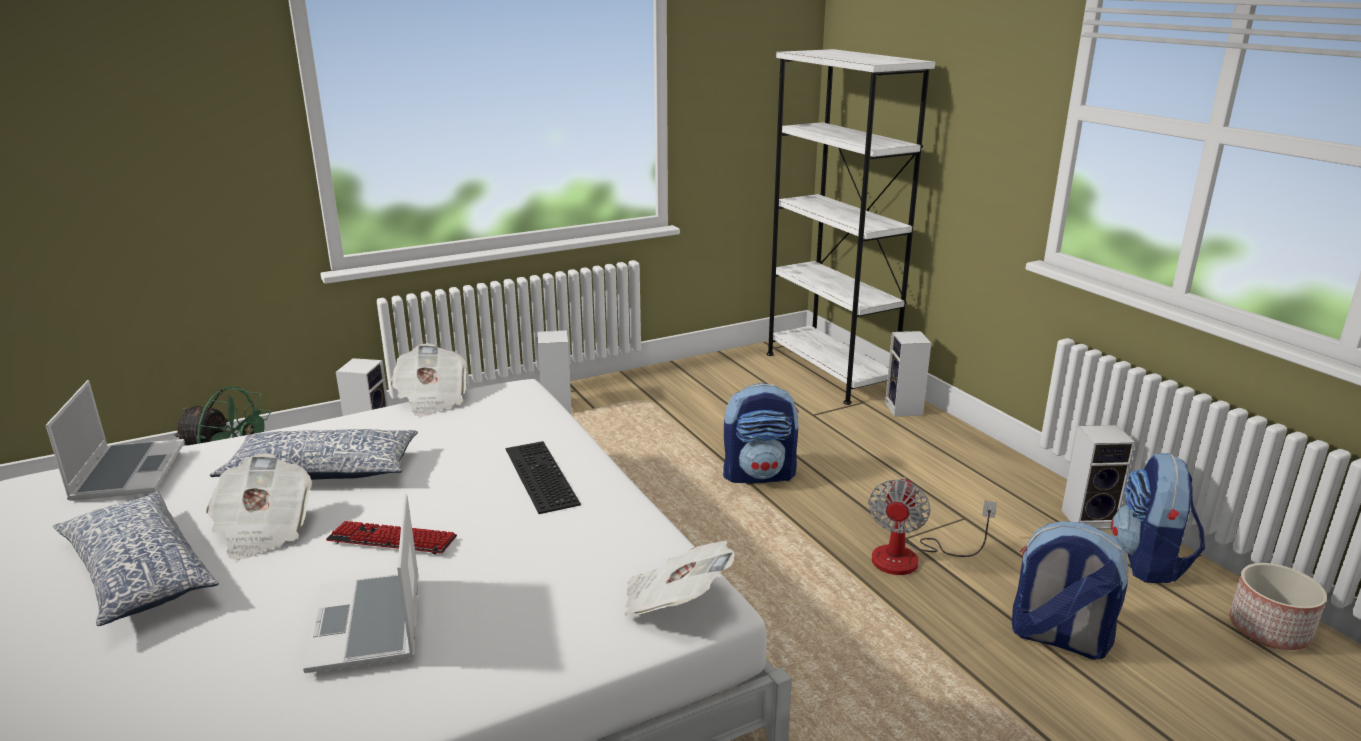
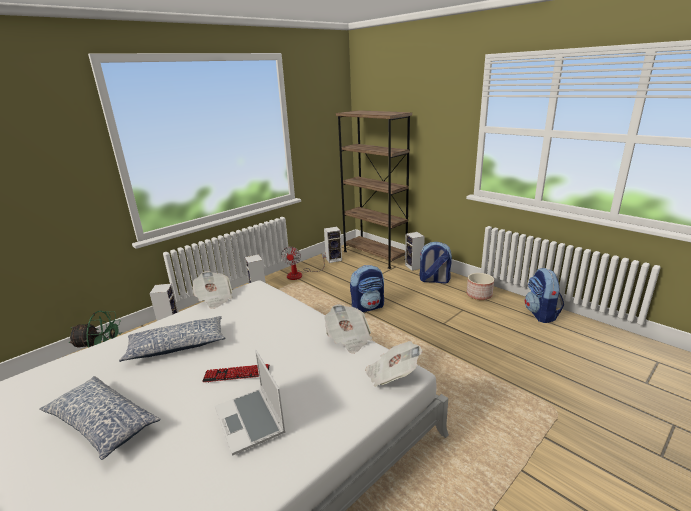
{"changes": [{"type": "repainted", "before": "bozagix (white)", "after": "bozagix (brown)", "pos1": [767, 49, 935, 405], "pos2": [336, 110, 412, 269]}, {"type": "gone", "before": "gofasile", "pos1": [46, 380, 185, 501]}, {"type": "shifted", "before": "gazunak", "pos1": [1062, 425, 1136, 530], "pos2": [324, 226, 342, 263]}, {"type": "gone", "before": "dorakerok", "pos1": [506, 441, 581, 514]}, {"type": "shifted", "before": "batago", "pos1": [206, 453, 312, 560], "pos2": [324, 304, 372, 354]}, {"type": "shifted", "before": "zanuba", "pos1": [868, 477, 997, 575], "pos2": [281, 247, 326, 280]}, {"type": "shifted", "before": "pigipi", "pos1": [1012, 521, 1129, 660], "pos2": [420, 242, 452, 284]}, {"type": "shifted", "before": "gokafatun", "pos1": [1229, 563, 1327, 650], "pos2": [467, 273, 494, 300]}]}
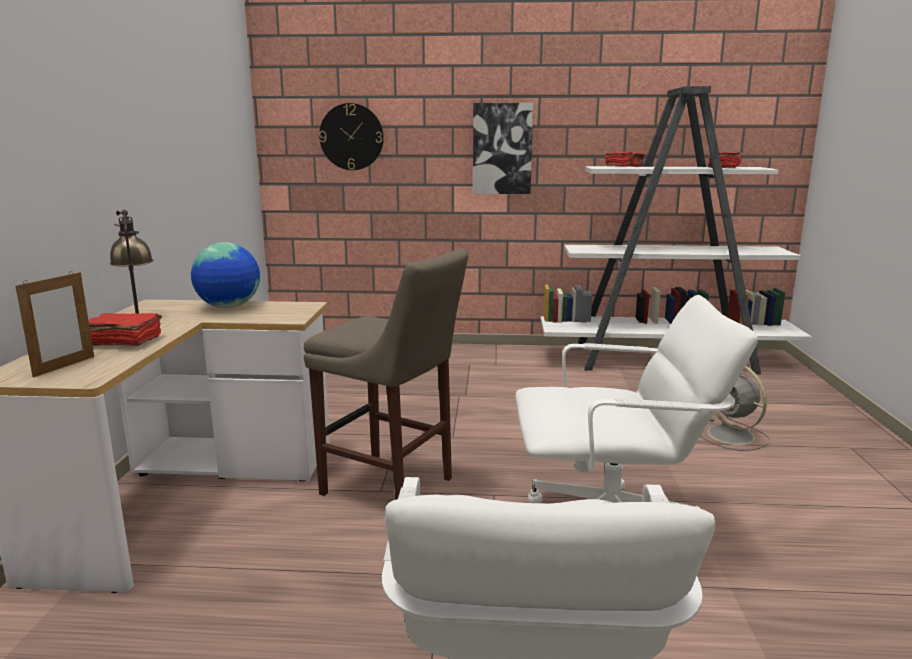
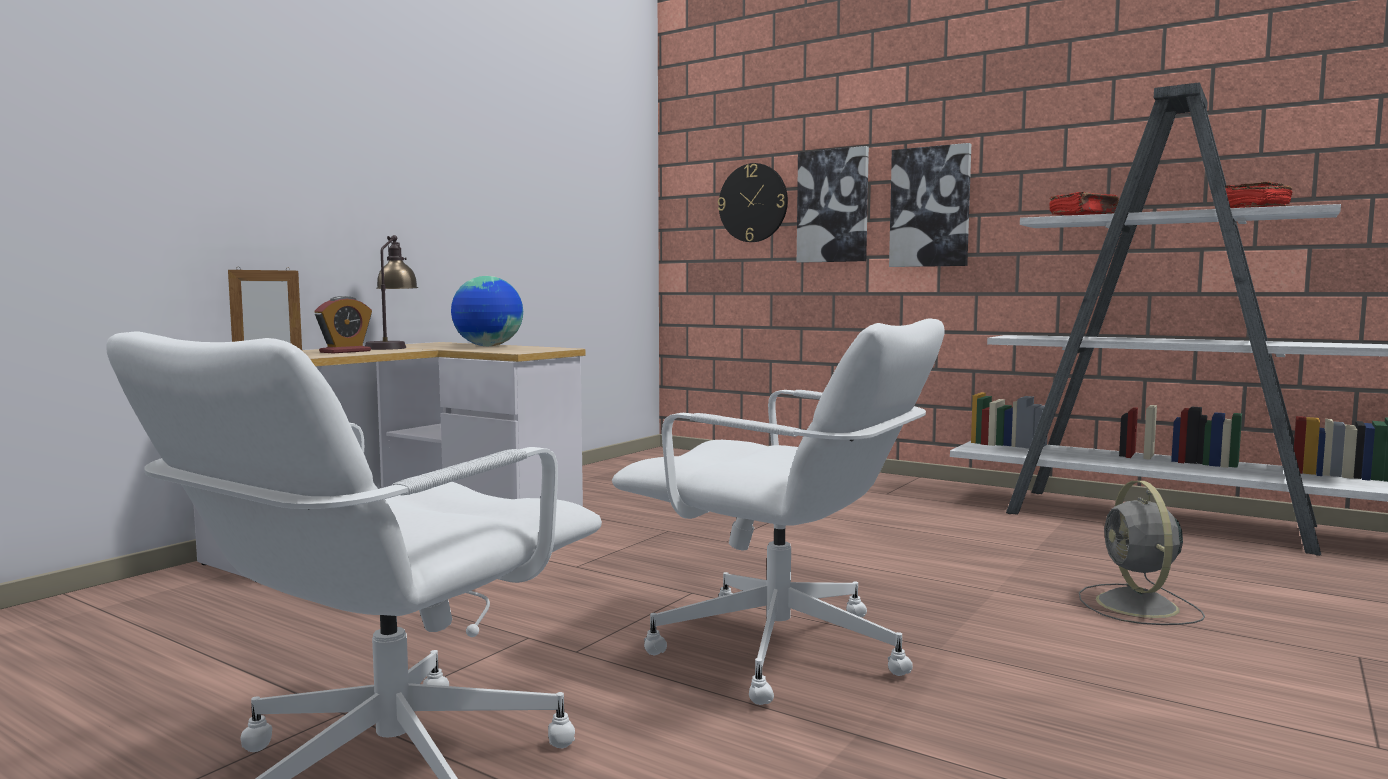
{"changes": [{"type": "gone", "before": "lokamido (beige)", "pos1": [304, 249, 468, 500]}, {"type": "swapped", "before": "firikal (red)", "after": "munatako", "pos1": [88, 313, 162, 346], "pos2": [314, 296, 372, 353]}, {"type": "new", "after": "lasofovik", "pos2": [797, 146, 869, 263]}]}
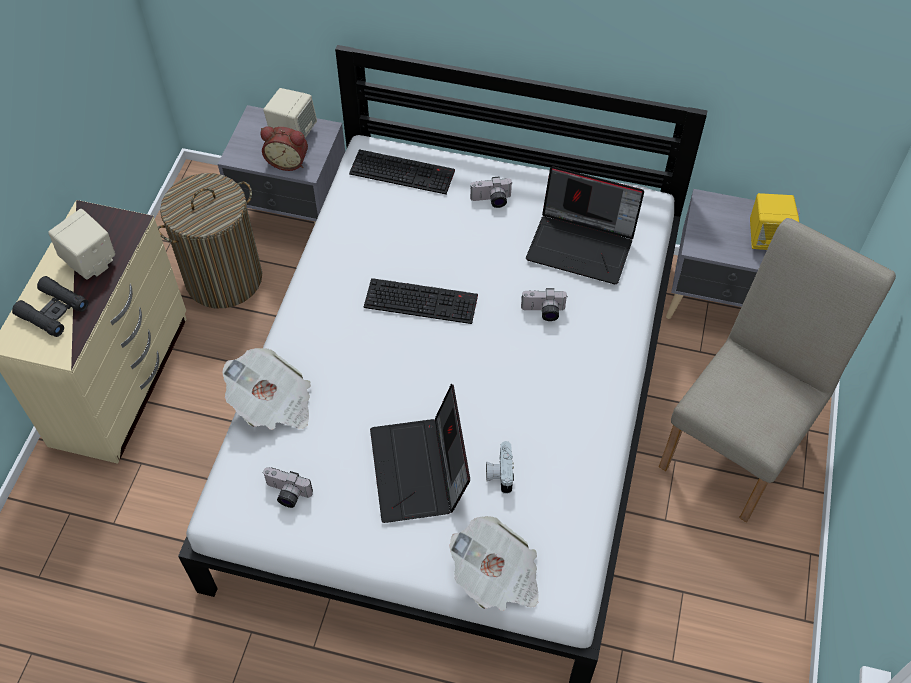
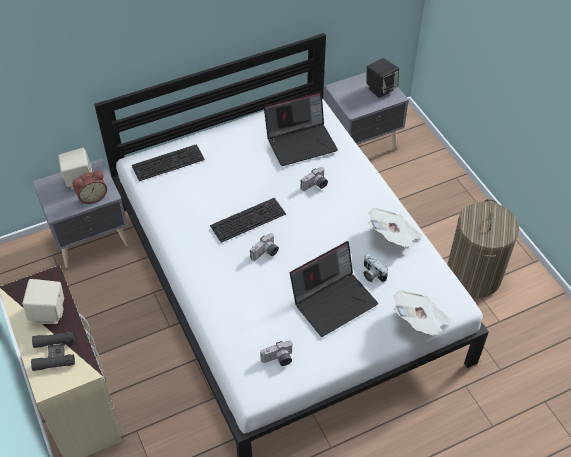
{"changes": [{"type": "shifted", "before": "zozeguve", "pos1": [158, 173, 262, 308], "pos2": [447, 199, 519, 298]}, {"type": "shifted", "before": "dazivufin", "pos1": [470, 177, 513, 208], "pos2": [250, 233, 279, 261]}, {"type": "repainted", "before": "gazunak (yellow)", "after": "gazunak (black)", "pos1": [750, 193, 799, 250], "pos2": [366, 58, 399, 98]}, {"type": "gone", "before": "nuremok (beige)", "pos1": [659, 218, 896, 522]}, {"type": "shifted", "before": "batago", "pos1": [222, 348, 311, 430], "pos2": [368, 208, 422, 248]}, {"type": "rotated", "before": "gofasile", "pos1": [370, 384, 470, 523], "pos2": [290, 241, 378, 337], "turn": -75}]}
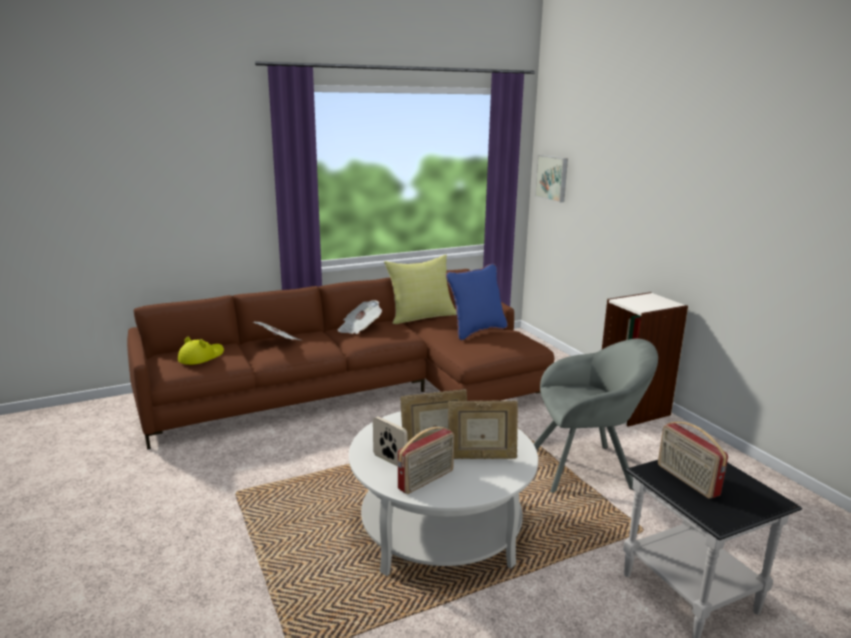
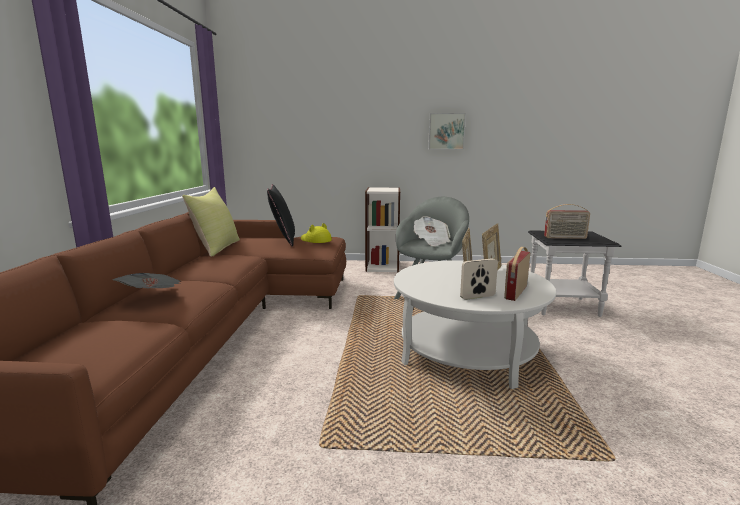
{"changes": [{"type": "shifted", "before": "lasofovik", "pos1": [535, 155, 568, 202], "pos2": [428, 113, 466, 150]}, {"type": "repainted", "before": "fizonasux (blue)", "after": "fizonasux (black)", "pos1": [446, 264, 508, 340], "pos2": [267, 184, 295, 247]}, {"type": "shifted", "before": "batago", "pos1": [338, 300, 382, 334], "pos2": [414, 216, 450, 246]}, {"type": "shifted", "before": "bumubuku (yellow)", "pos1": [178, 336, 224, 365], "pos2": [301, 223, 332, 243]}, {"type": "rotated", "before": "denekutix", "pos1": [398, 427, 454, 494], "pos2": [504, 247, 530, 301], "turn": -135}]}
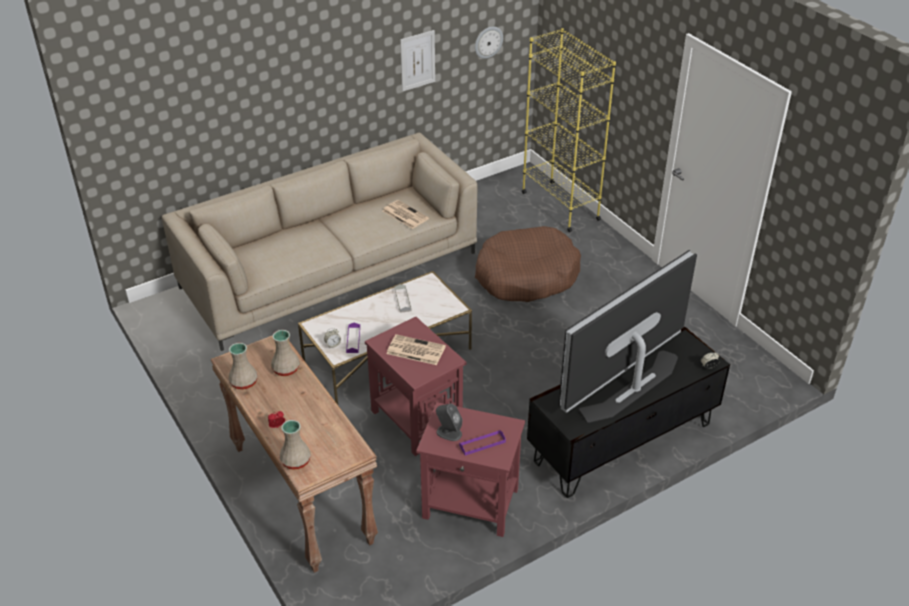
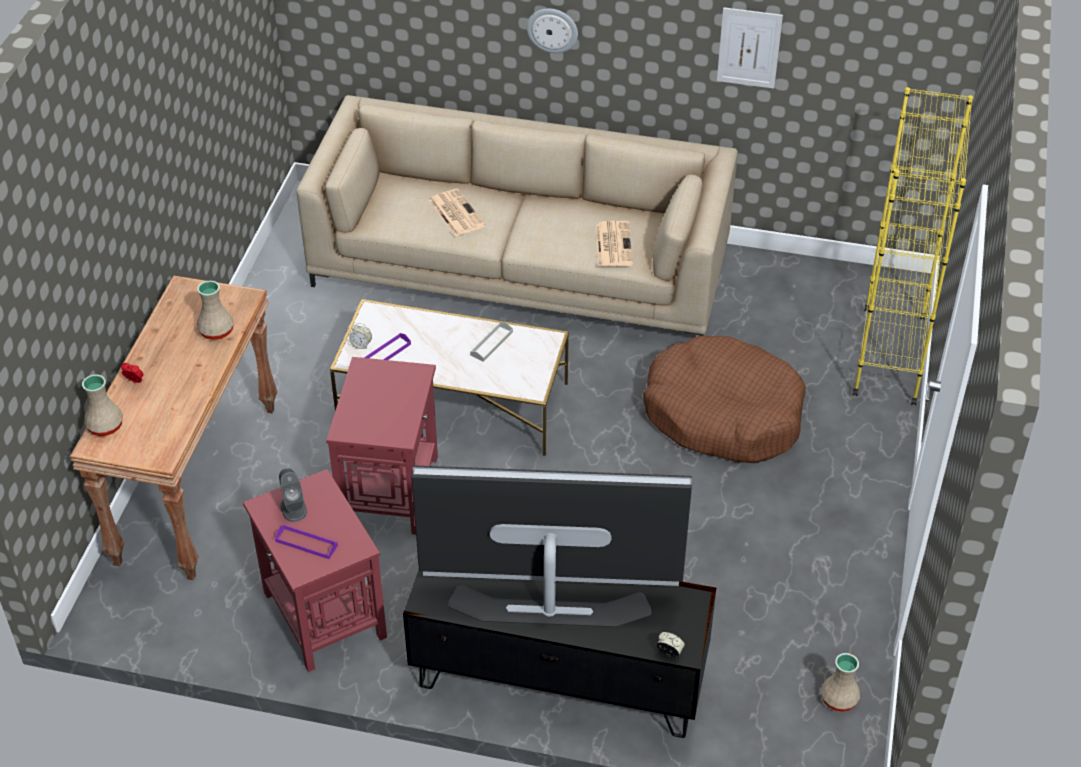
{"changes": [{"type": "shifted", "before": "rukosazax", "pos1": [475, 26, 503, 59], "pos2": [527, 9, 578, 53]}, {"type": "shifted", "before": "batago", "pos1": [387, 334, 446, 365], "pos2": [429, 189, 485, 236]}, {"type": "shifted", "before": "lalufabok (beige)", "pos1": [228, 343, 258, 390], "pos2": [821, 653, 860, 712]}]}
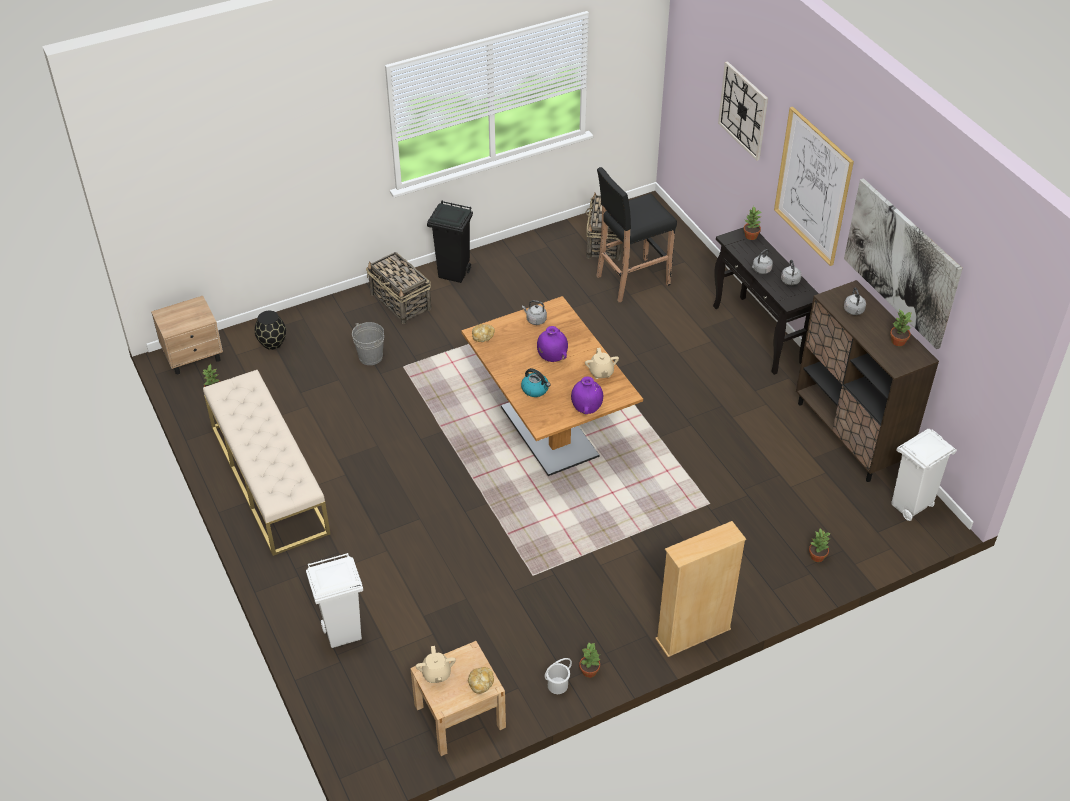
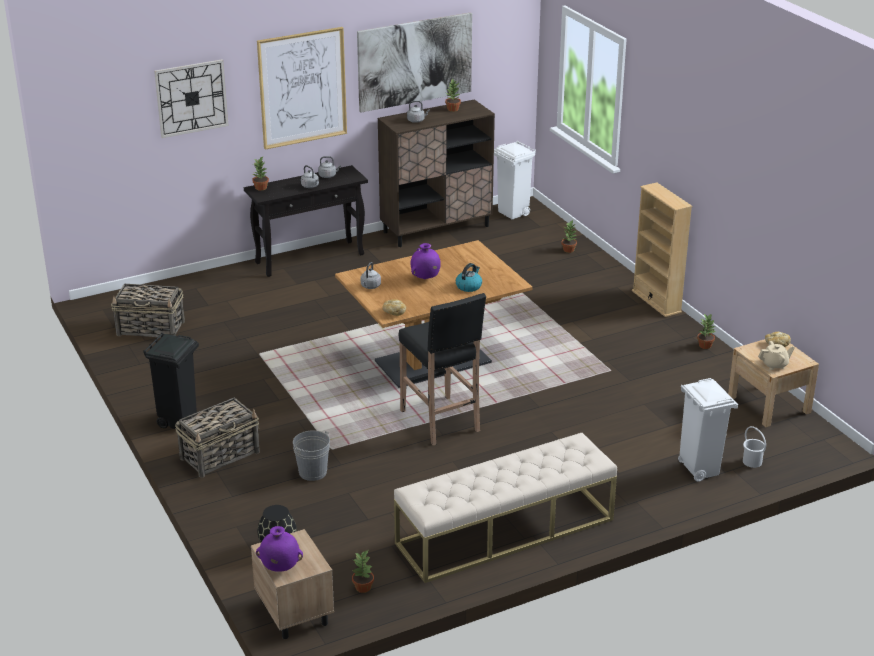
{"changes": [{"type": "shifted", "before": "lokamido (black)", "pos1": [596, 167, 677, 302], "pos2": [399, 293, 486, 445]}, {"type": "gone", "before": "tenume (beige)", "pos1": [585, 348, 619, 379]}, {"type": "shifted", "before": "lalufabok (purple)", "pos1": [571, 376, 603, 414], "pos2": [256, 526, 303, 572]}, {"type": "shifted", "before": "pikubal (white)", "pos1": [544, 658, 572, 694], "pos2": [743, 426, 766, 468]}]}
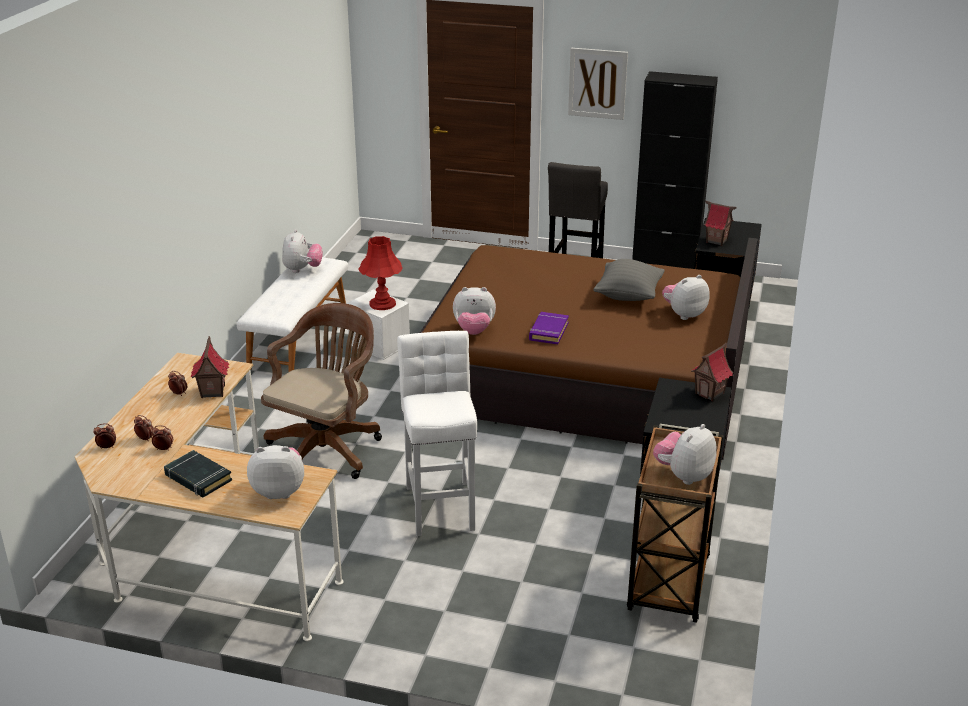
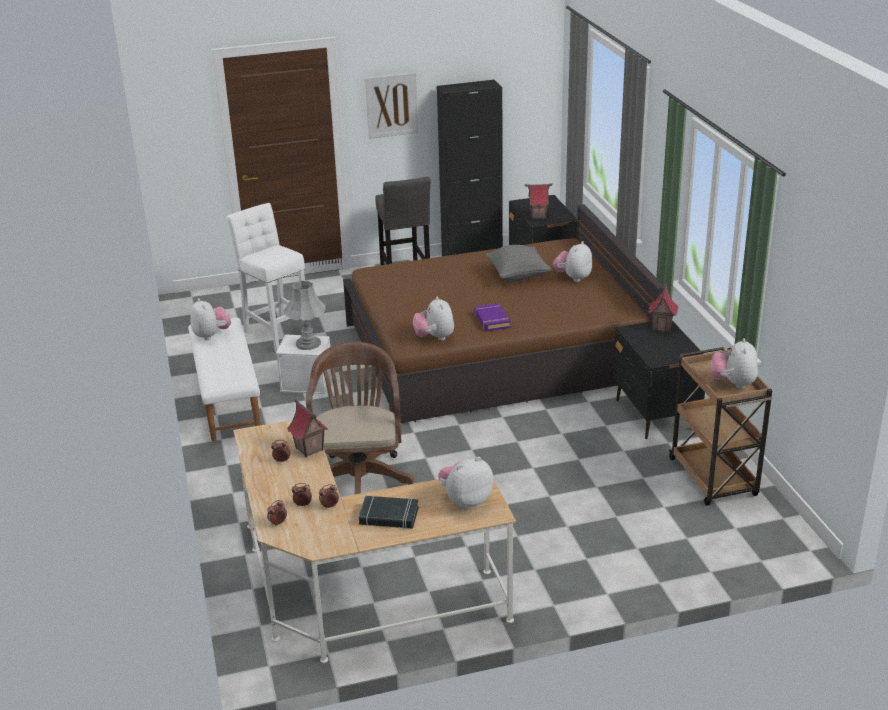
{"changes": [{"type": "repainted", "before": "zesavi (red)", "after": "zesavi (grey)", "pos1": [358, 236, 403, 310], "pos2": [284, 281, 326, 350]}, {"type": "rotated", "before": "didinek", "pos1": [453, 287, 496, 335], "pos2": [413, 297, 454, 341], "turn": 105}, {"type": "shifted", "before": "lokamido (white)", "pos1": [397, 331, 477, 536], "pos2": [226, 203, 310, 352]}]}
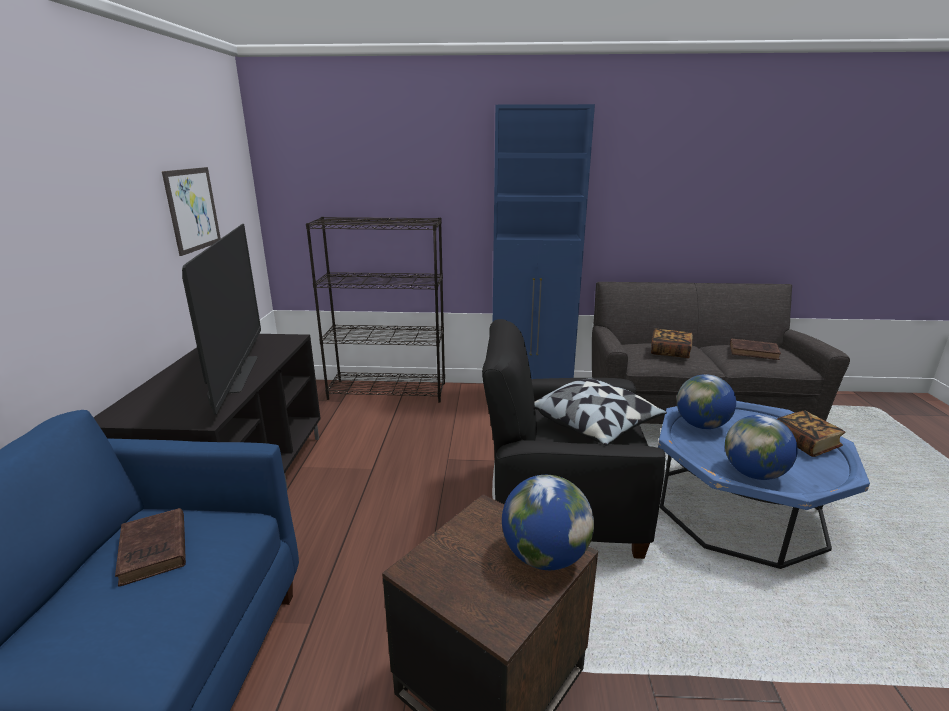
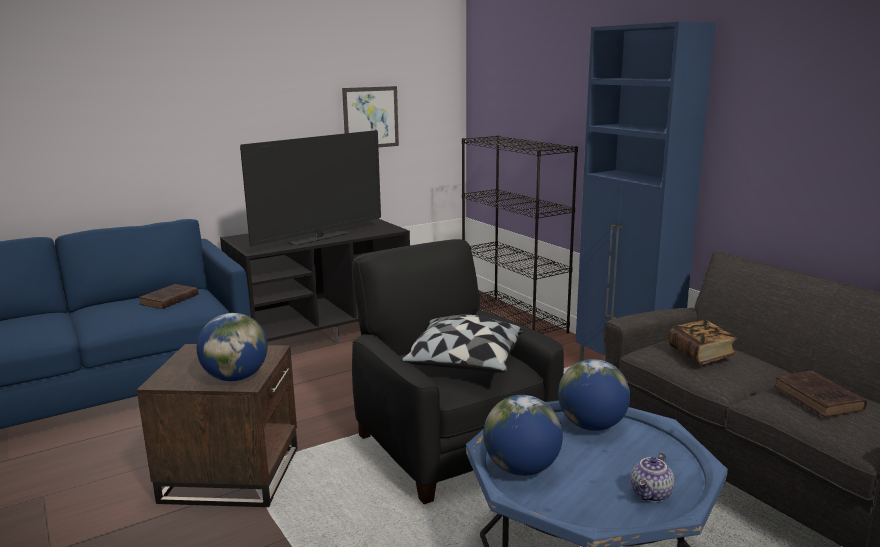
{"changes": [{"type": "swapped", "before": "firikal", "after": "tenume", "pos1": [777, 410, 845, 457], "pos2": [631, 452, 674, 502]}]}
